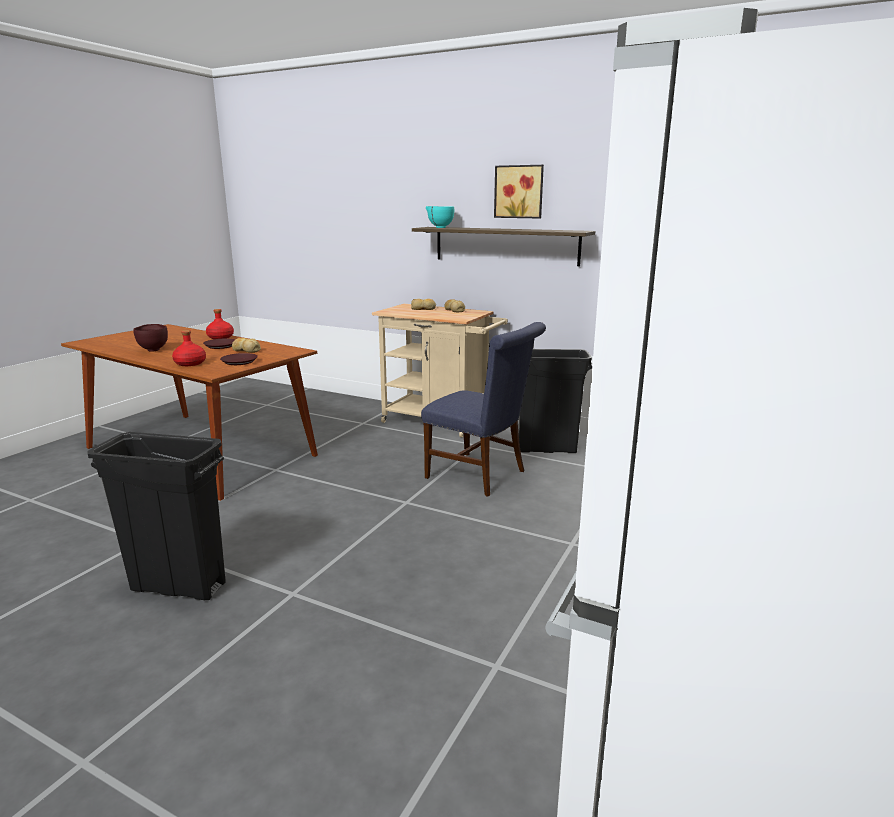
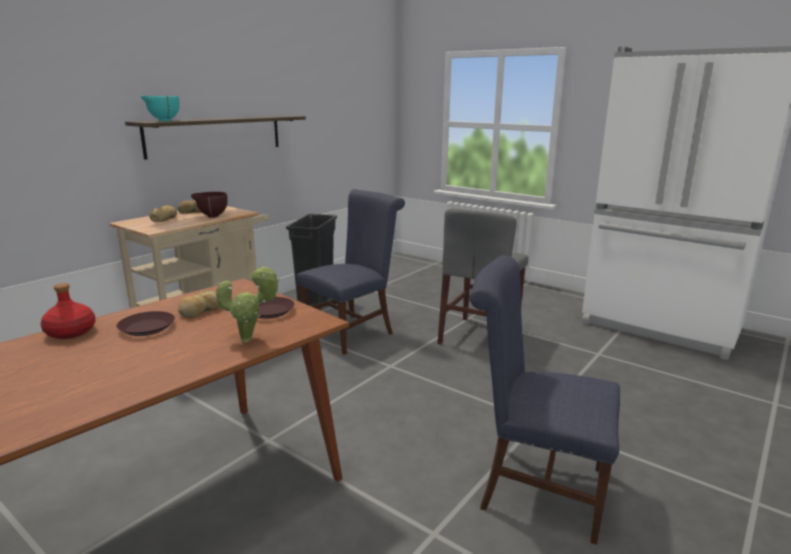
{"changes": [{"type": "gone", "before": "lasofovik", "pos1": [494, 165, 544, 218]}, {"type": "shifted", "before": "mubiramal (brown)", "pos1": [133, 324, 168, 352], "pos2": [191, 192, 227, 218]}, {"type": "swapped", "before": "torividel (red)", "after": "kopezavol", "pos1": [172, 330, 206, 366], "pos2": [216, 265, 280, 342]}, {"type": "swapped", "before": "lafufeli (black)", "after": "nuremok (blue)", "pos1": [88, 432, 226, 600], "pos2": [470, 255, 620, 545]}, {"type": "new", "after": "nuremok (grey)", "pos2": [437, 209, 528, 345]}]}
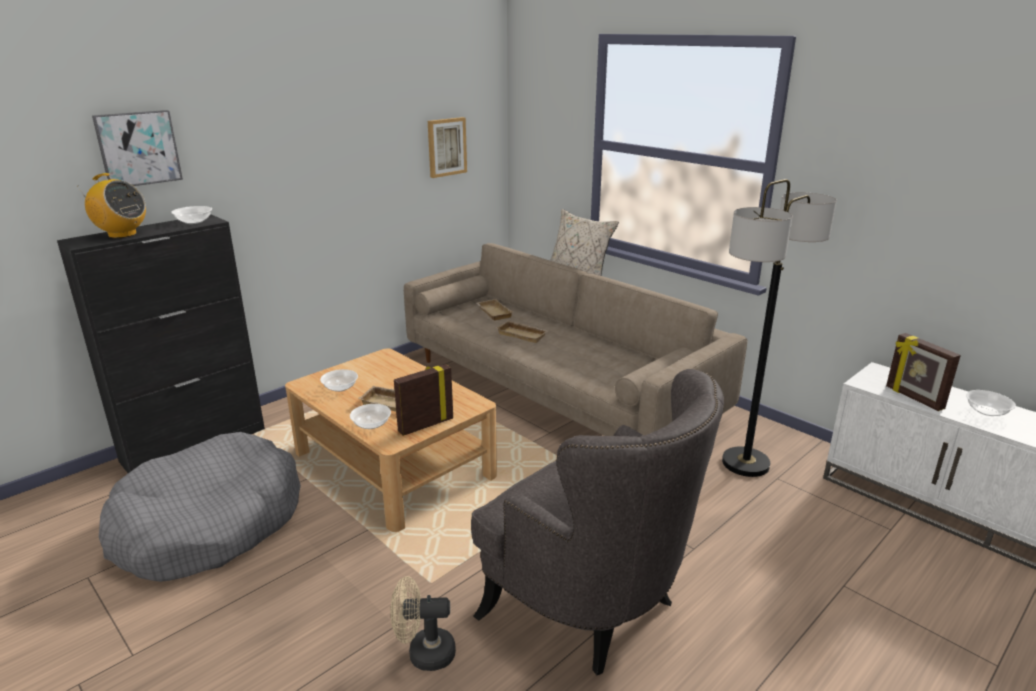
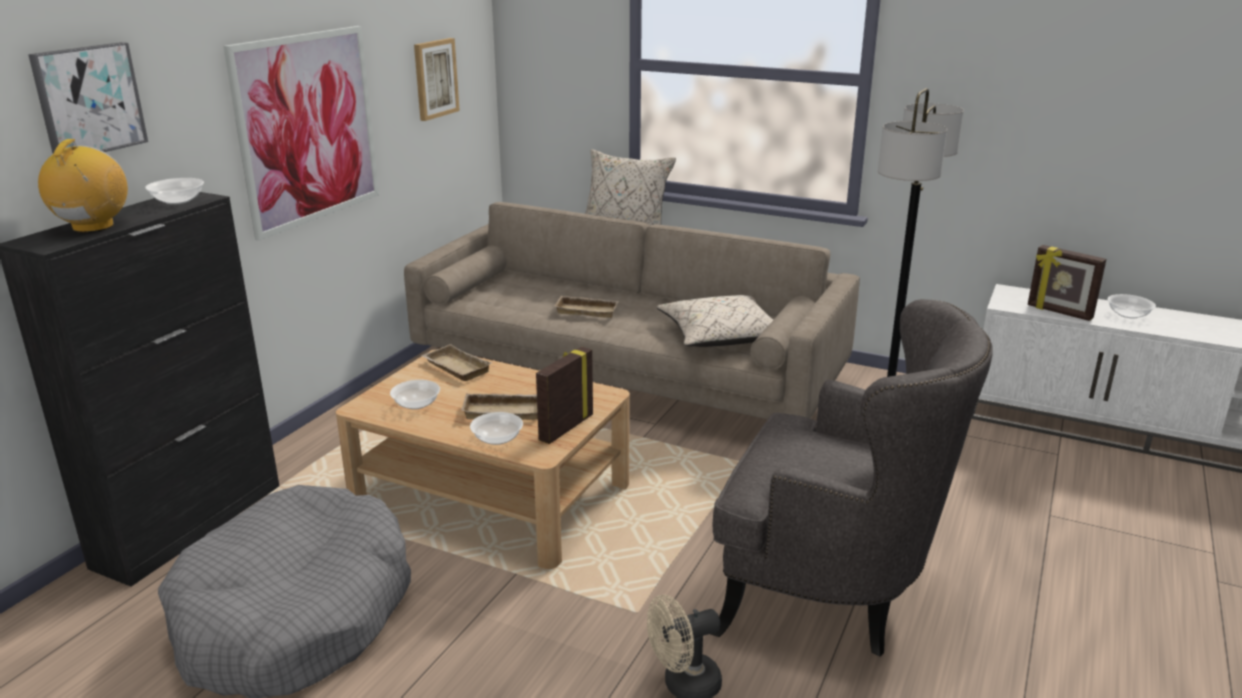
{"changes": [{"type": "rotated", "before": "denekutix", "pos1": [78, 173, 146, 238], "pos2": [38, 139, 128, 233], "turn": -90}, {"type": "shifted", "before": "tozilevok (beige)", "pos1": [476, 299, 514, 320], "pos2": [422, 344, 492, 381]}, {"type": "new", "after": "lasofovik", "pos2": [224, 26, 379, 241]}, {"type": "new", "after": "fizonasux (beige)", "pos2": [656, 295, 773, 347]}]}
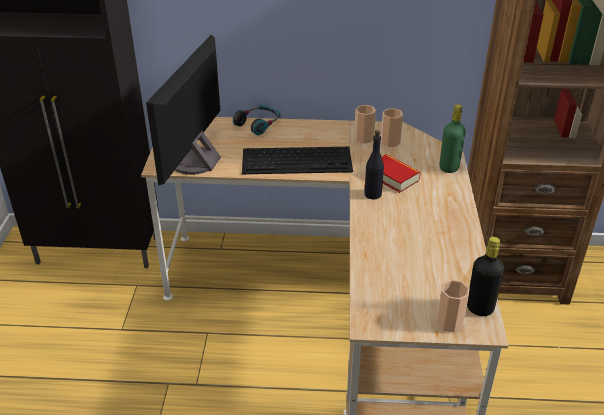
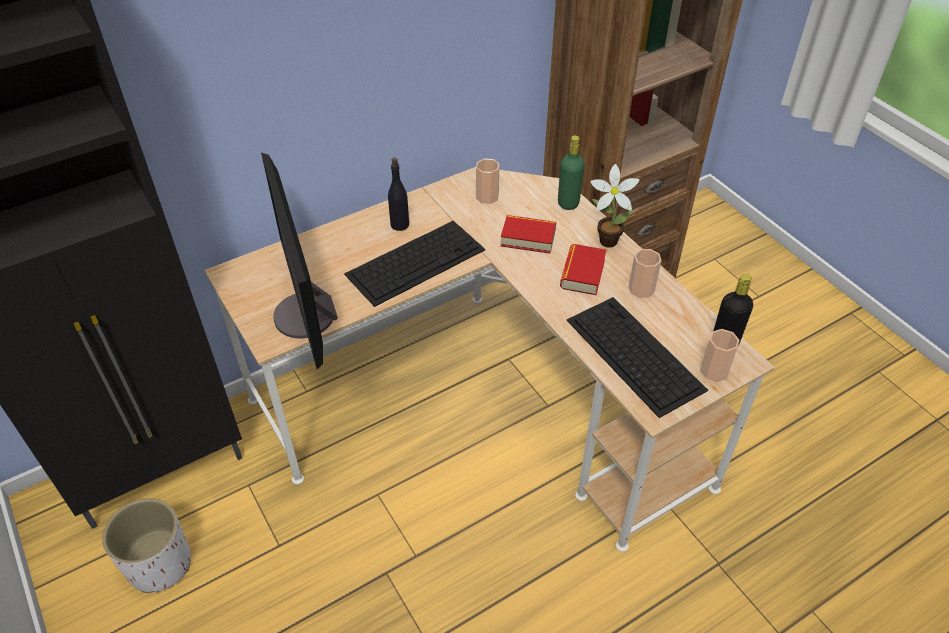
{"changes": [{"type": "gone", "before": "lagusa", "pos1": [233, 105, 280, 135]}, {"type": "shifted", "before": "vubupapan", "pos1": [354, 105, 376, 144], "pos2": [629, 249, 662, 298]}, {"type": "shifted", "before": "torividel (black)", "pos1": [364, 130, 384, 199], "pos2": [388, 158, 409, 231]}, {"type": "new", "after": "kopezavol", "pos2": [590, 164, 640, 248]}, {"type": "new", "after": "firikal", "pos2": [560, 244, 606, 295]}, {"type": "new", "after": "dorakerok", "pos2": [567, 297, 708, 418]}, {"type": "new", "after": "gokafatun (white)", "pos2": [102, 498, 191, 593]}]}
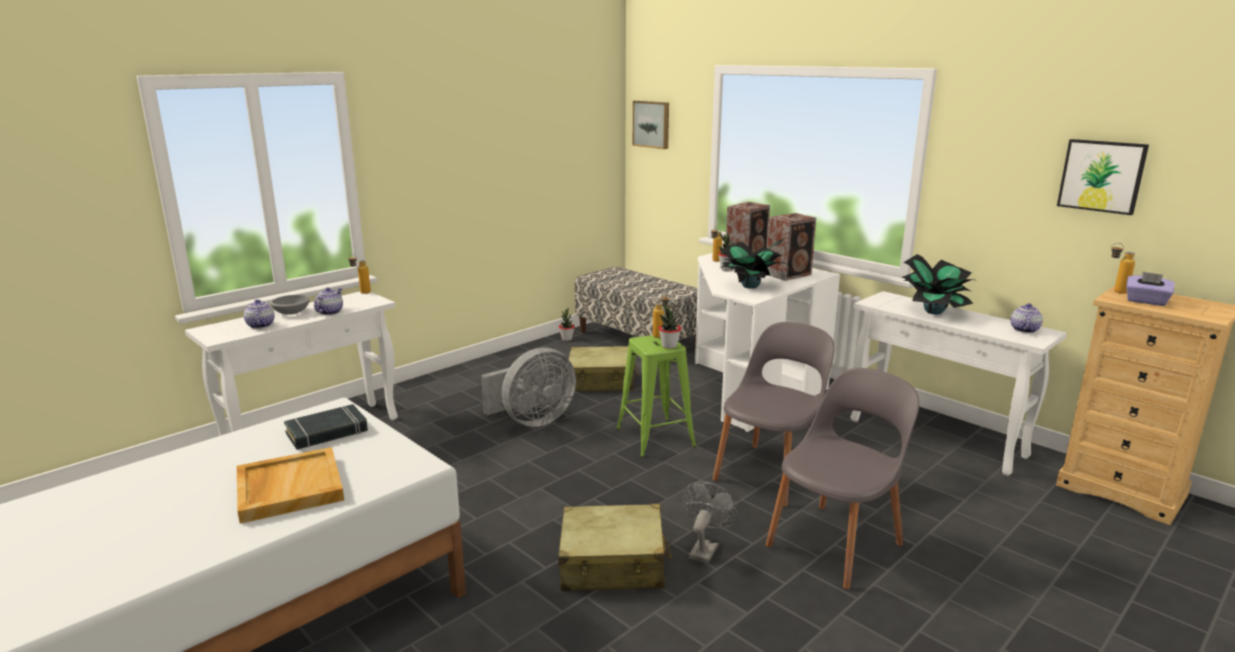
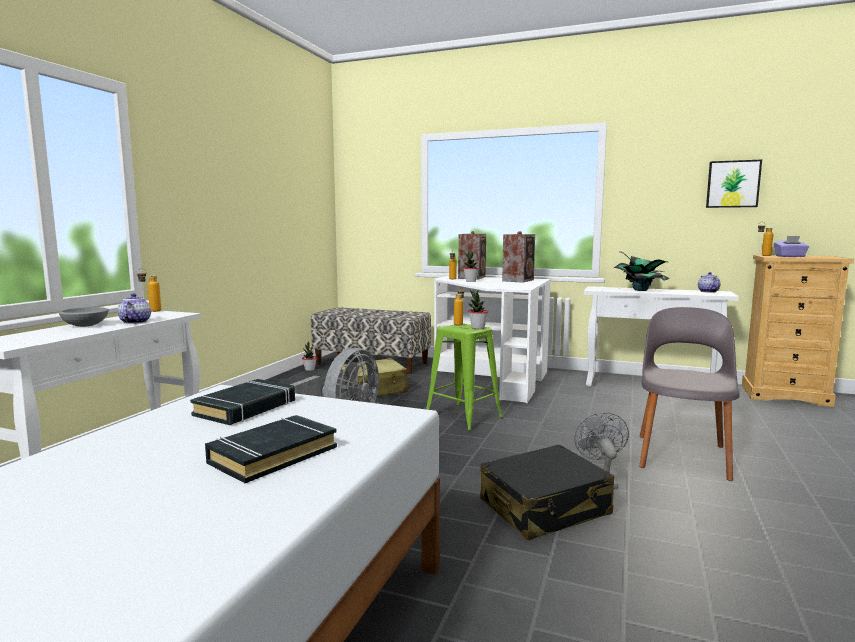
{"changes": [{"type": "gone", "before": "lasofovik", "pos1": [633, 101, 669, 149]}, {"type": "gone", "before": "kopezavol", "pos1": [719, 239, 787, 289]}, {"type": "gone", "before": "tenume", "pos1": [244, 299, 275, 329]}, {"type": "gone", "before": "nuremok (grey)", "pos1": [713, 322, 834, 507]}, {"type": "swapped", "before": "tozilevok (beige)", "after": "firikal (black)", "pos1": [237, 447, 344, 524], "pos2": [205, 415, 337, 483]}, {"type": "repainted", "before": "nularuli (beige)", "after": "nularuli (black)", "pos1": [558, 504, 672, 591], "pos2": [480, 444, 614, 540]}]}
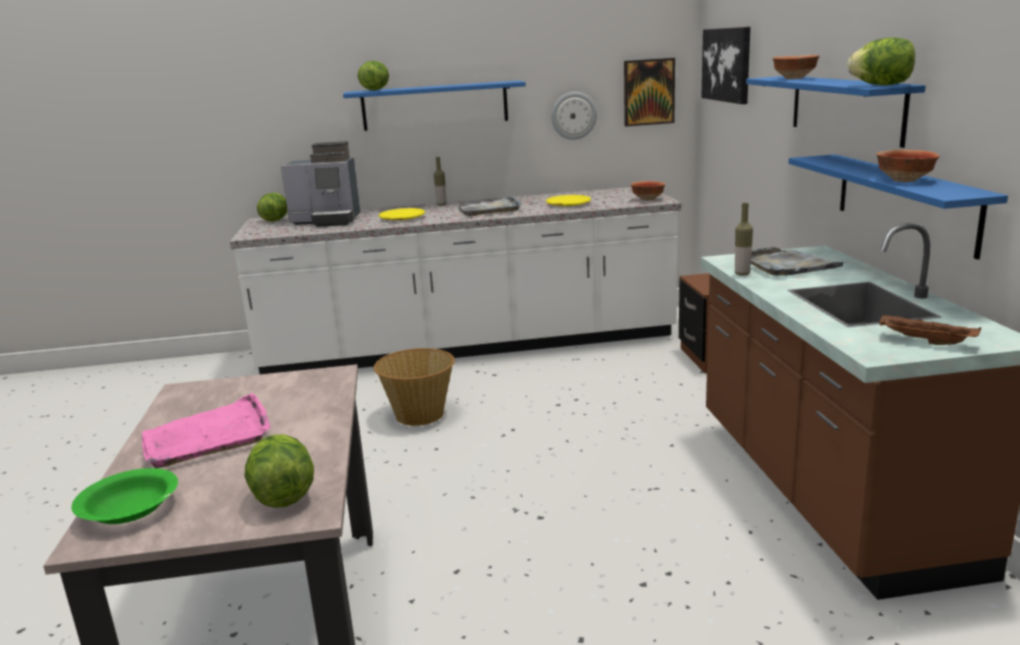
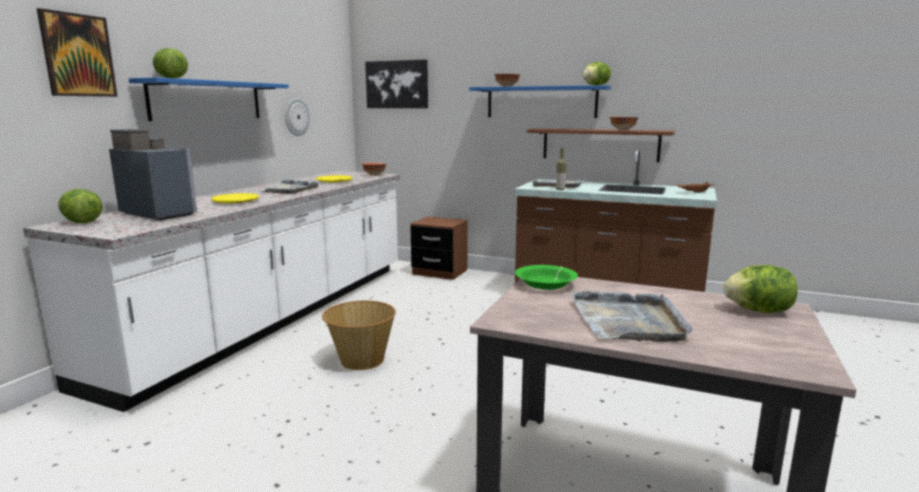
{"changes": [{"type": "shifted", "before": "lasofovik", "pos1": [624, 58, 675, 127], "pos2": [37, 8, 118, 97]}, {"type": "rotated", "before": "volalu", "pos1": [281, 141, 360, 227], "pos2": [109, 129, 197, 220], "turn": -90}, {"type": "repainted", "before": "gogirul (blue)", "after": "gogirul (brown)", "pos1": [789, 154, 1008, 260], "pos2": [527, 128, 675, 162]}, {"type": "gone", "before": "torividel", "pos1": [434, 157, 447, 205]}, {"type": "repainted", "before": "tozilevok (pink)", "after": "tozilevok (grey)", "pos1": [142, 393, 271, 468], "pos2": [572, 291, 693, 342]}, {"type": "shifted", "before": "mubiramal (green)", "pos1": [71, 468, 178, 524], "pos2": [515, 265, 578, 290]}]}
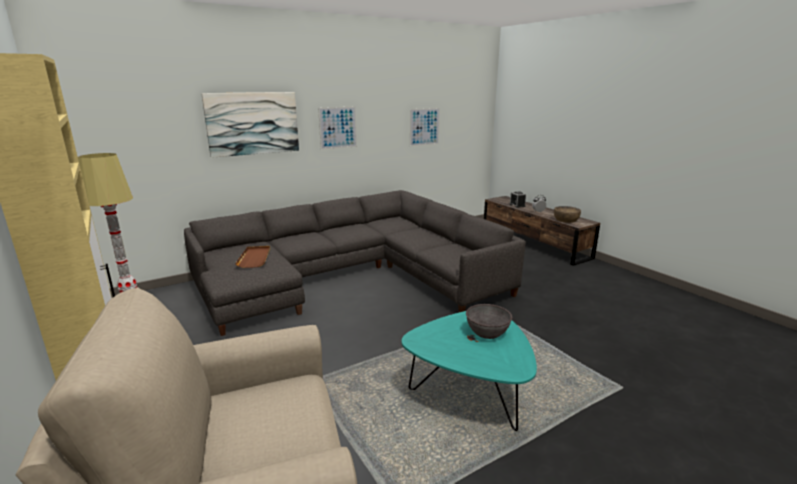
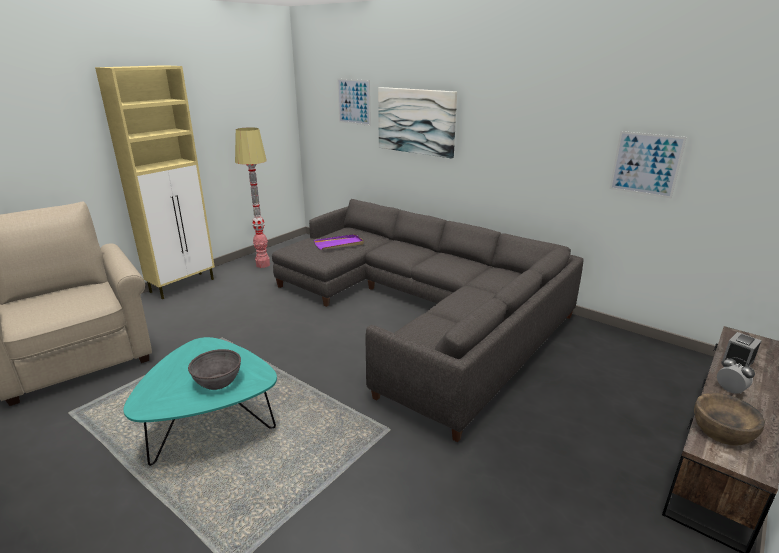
{"changes": [{"type": "shifted", "before": "lasofovik", "pos1": [318, 107, 357, 150], "pos2": [337, 79, 371, 126]}, {"type": "repainted", "before": "tozilevok (brown)", "after": "tozilevok (purple)", "pos1": [235, 246, 270, 268], "pos2": [314, 234, 364, 250]}]}
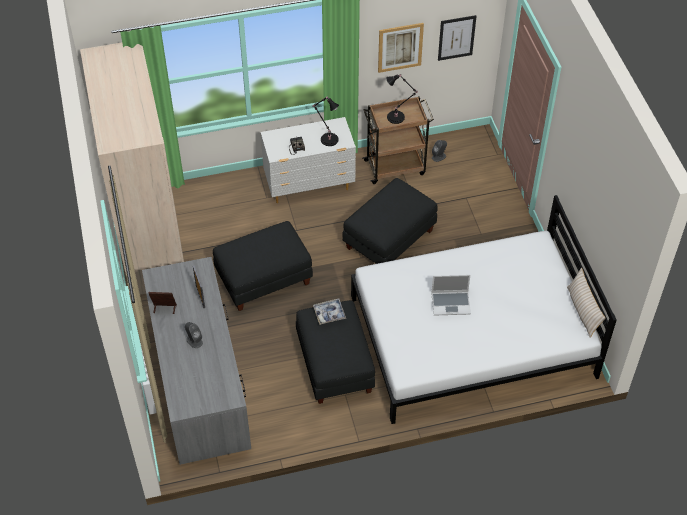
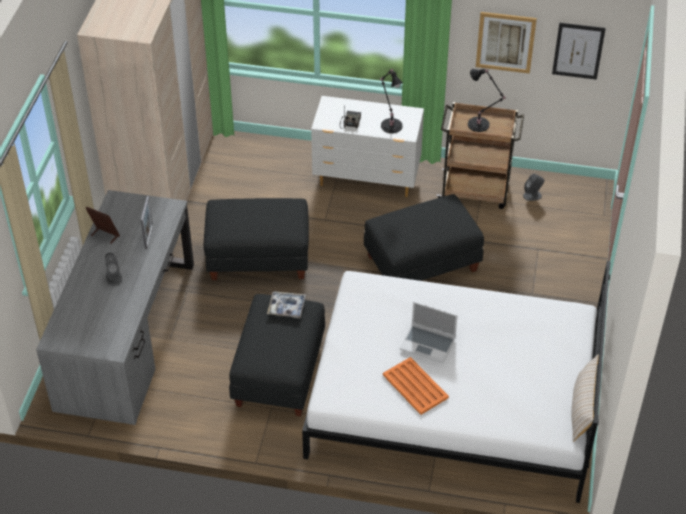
{"changes": [{"type": "new", "after": "tozilevok (orange)", "pos2": [383, 357, 449, 415]}]}
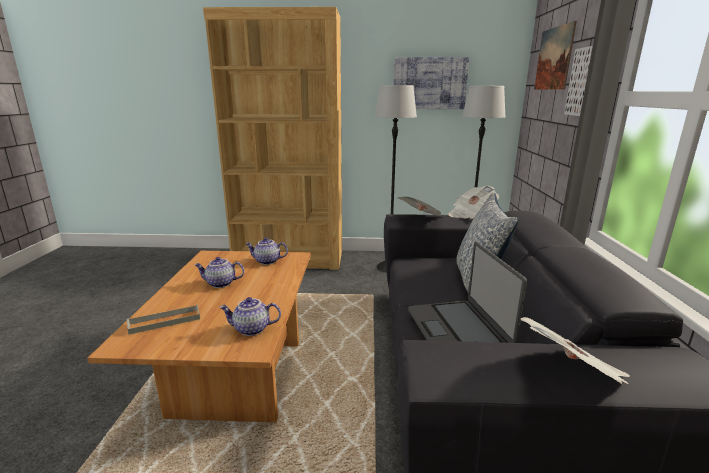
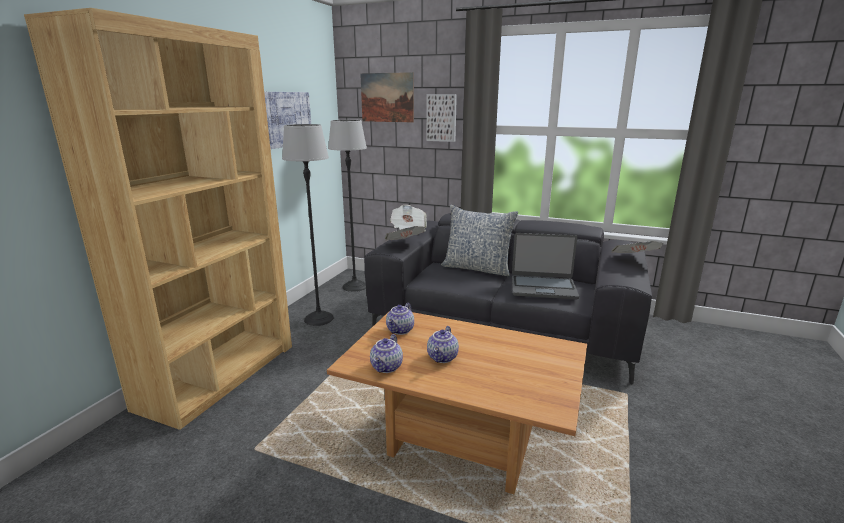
{"changes": [{"type": "shifted", "before": "tenume", "pos1": [219, 297, 281, 336], "pos2": [370, 334, 403, 373]}, {"type": "gone", "before": "tozilevok (grey)", "pos1": [127, 305, 200, 335]}]}
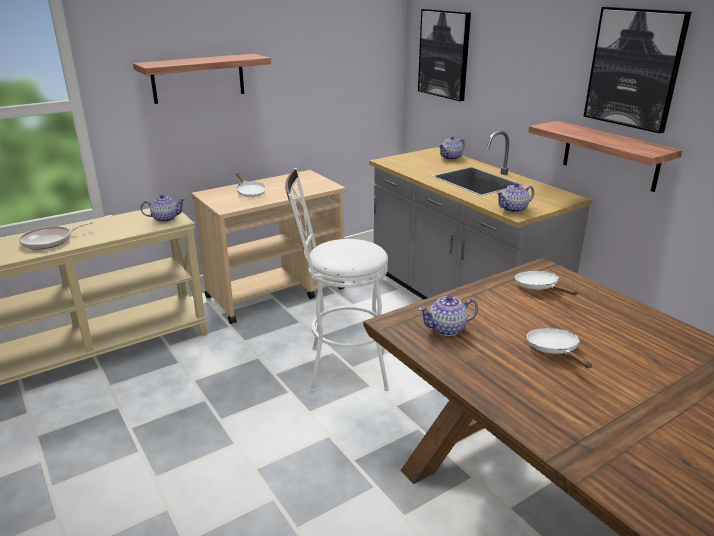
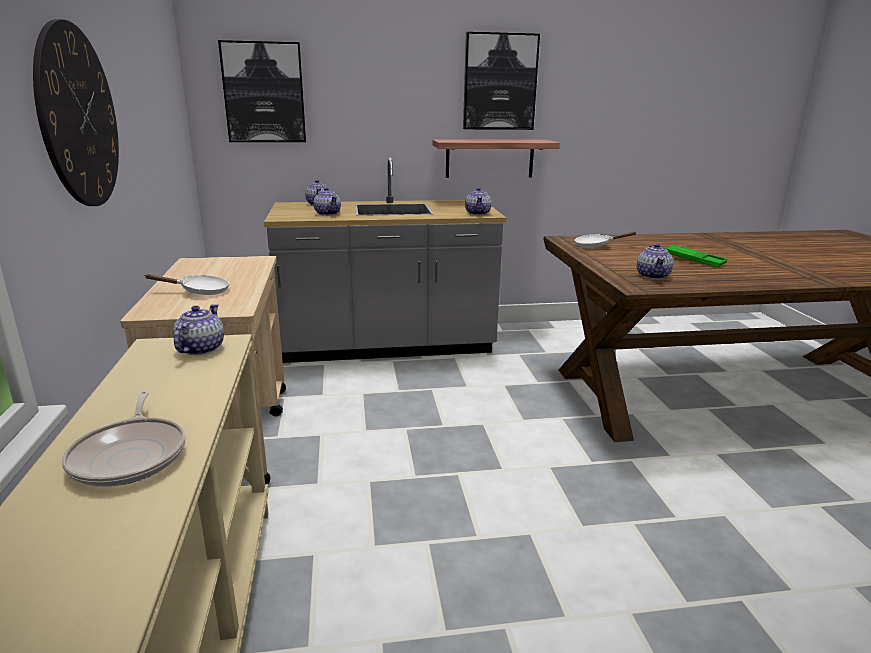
{"changes": [{"type": "swapped", "before": "gogirul", "after": "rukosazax", "pos1": [133, 54, 271, 104], "pos2": [33, 19, 119, 206]}, {"type": "gone", "before": "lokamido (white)", "pos1": [285, 168, 389, 392]}, {"type": "swapped", "before": "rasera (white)", "after": "tozilevok (green)", "pos1": [527, 328, 592, 368], "pos2": [664, 244, 727, 267]}, {"type": "new", "after": "tenume", "pos2": [313, 187, 341, 216]}]}
